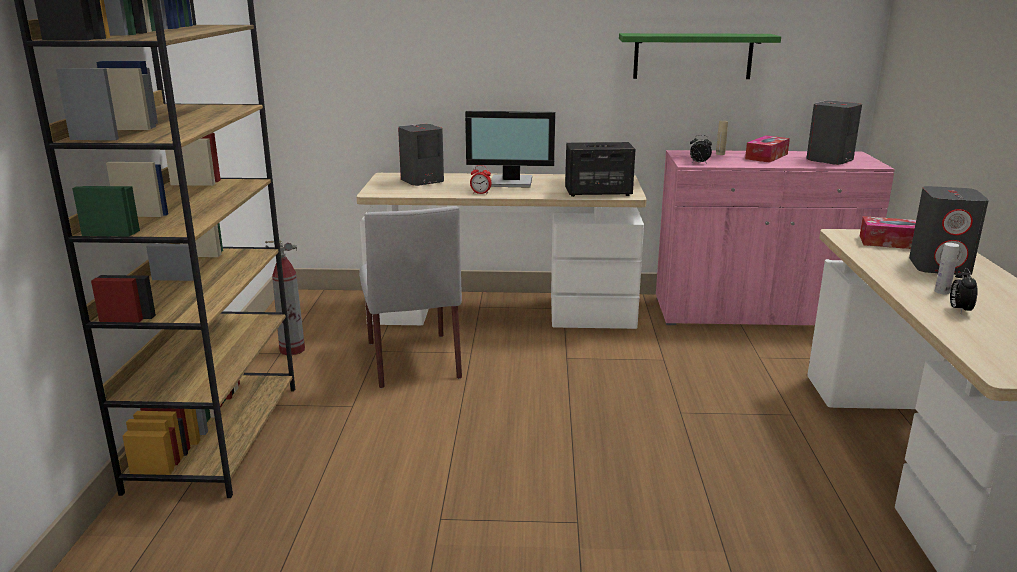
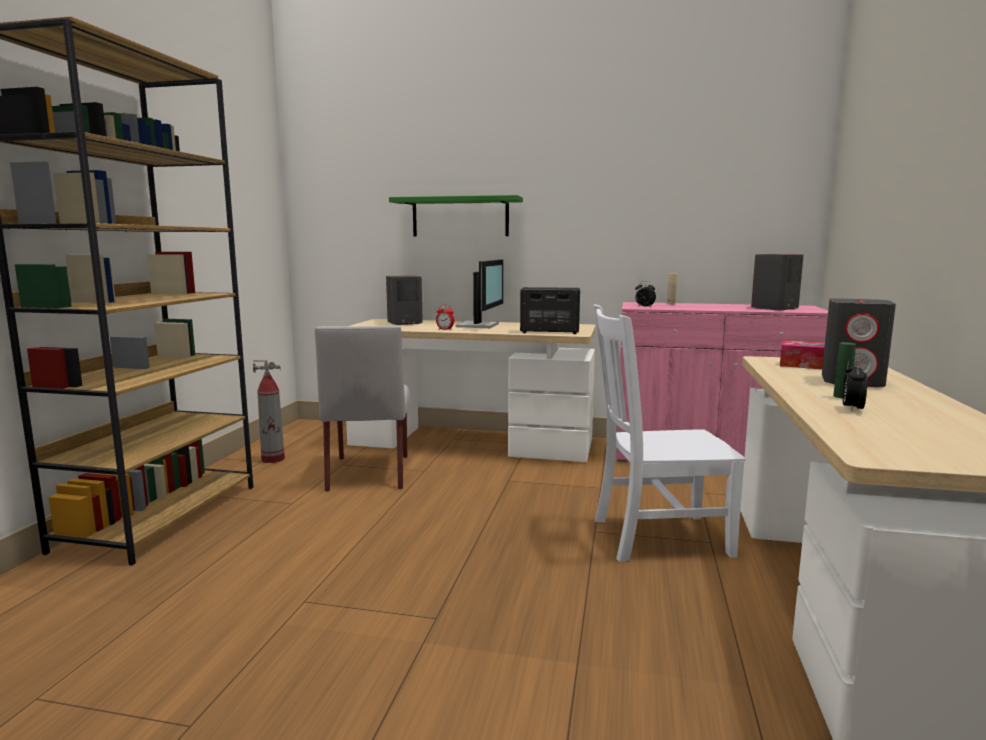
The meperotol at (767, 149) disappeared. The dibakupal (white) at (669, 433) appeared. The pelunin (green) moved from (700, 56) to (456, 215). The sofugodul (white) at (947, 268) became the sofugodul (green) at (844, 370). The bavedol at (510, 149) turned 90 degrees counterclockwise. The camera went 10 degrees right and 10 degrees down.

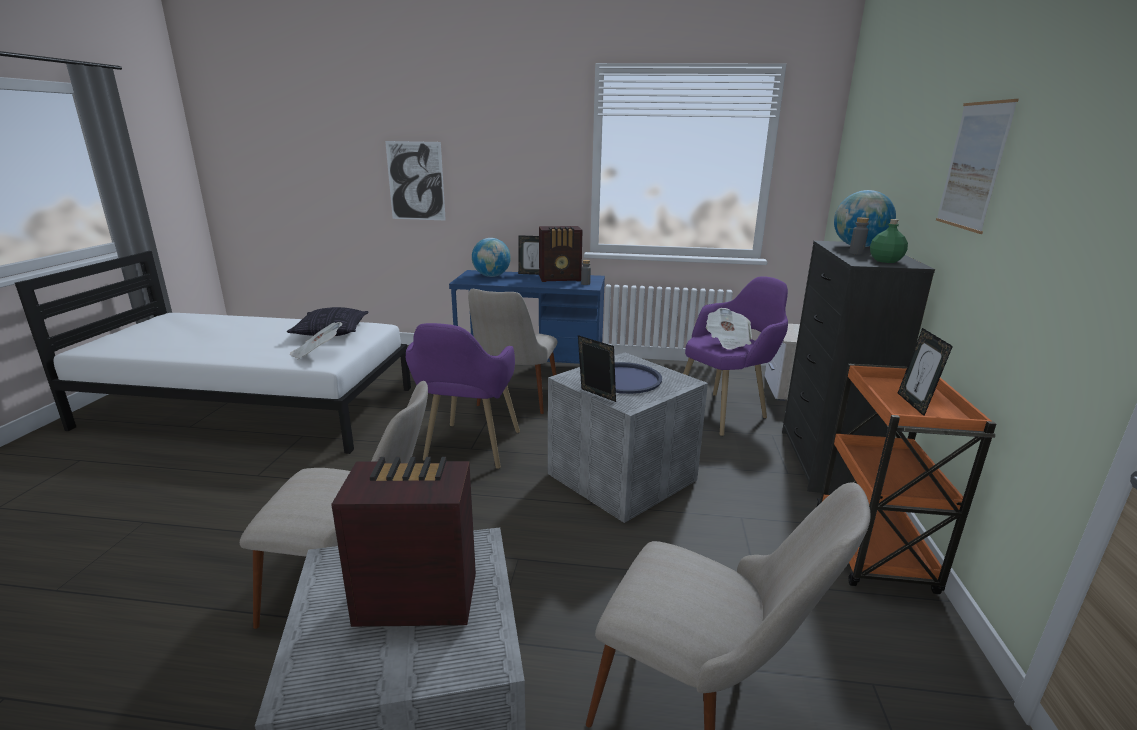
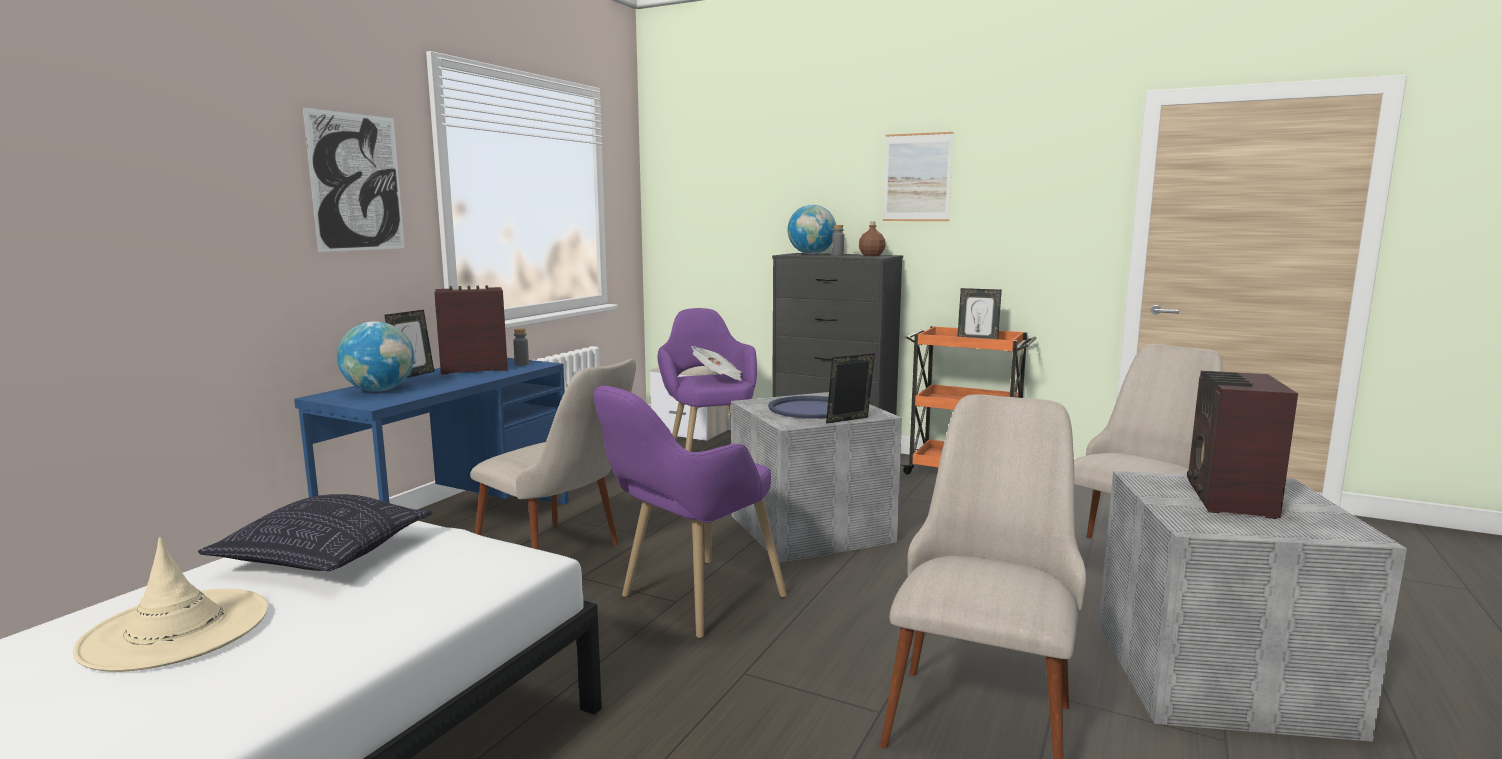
The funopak at (316, 340) disappeared. The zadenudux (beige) at (170, 604) appeared. The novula moved from (415, 181) to (354, 179). The sofugodul (green) at (889, 241) became the sofugodul (brown) at (872, 239). The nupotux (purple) at (463, 396) turned 105 degrees clockwise. The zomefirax at (560, 254) turned 120 degrees counterclockwise. The camera went 70 degrees left and 10 degrees down.

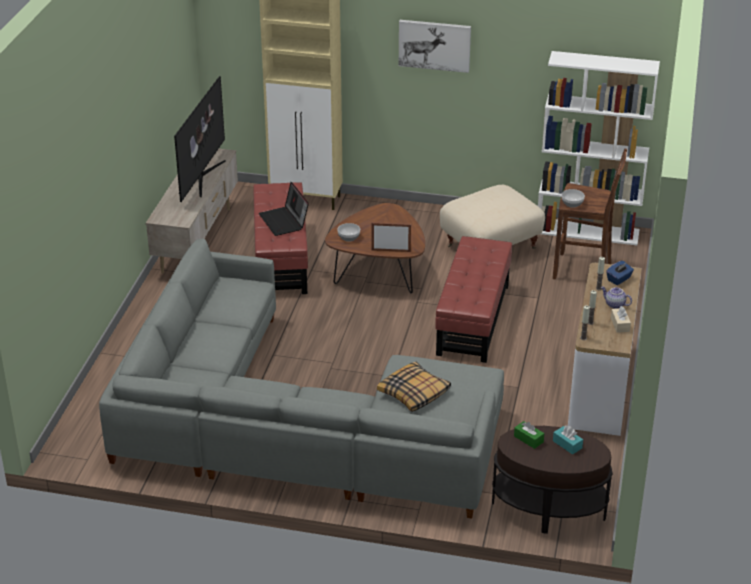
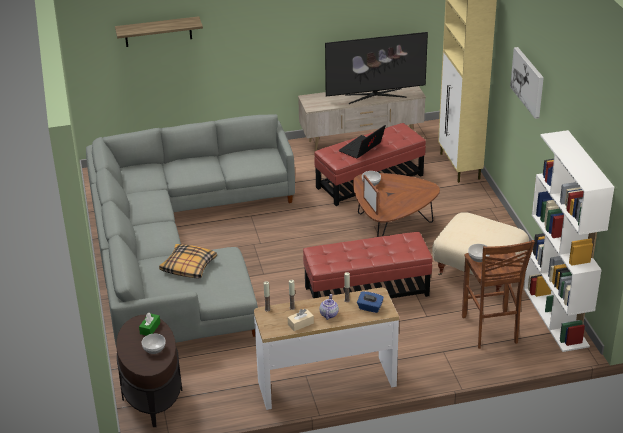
The pelunin at (159, 31) appeared. The meperotol (turquoise) at (568, 440) was replaced by the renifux at (153, 344). The camera went 65 degrees right and 0 degrees up.

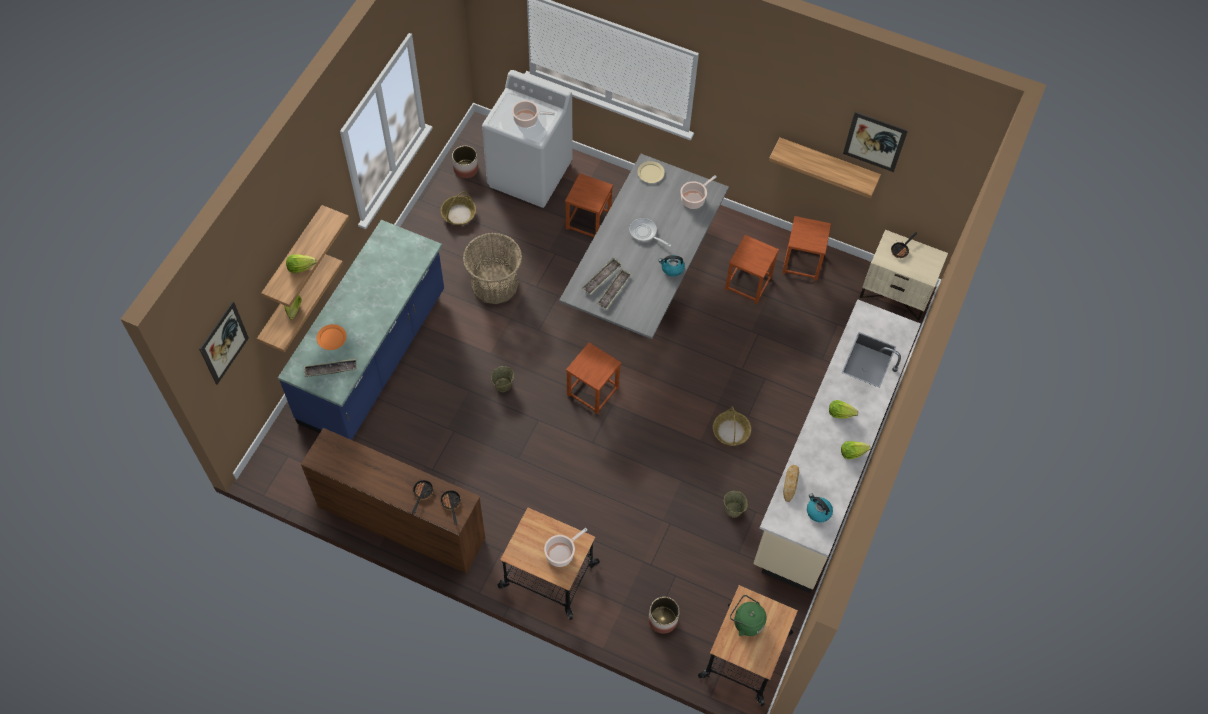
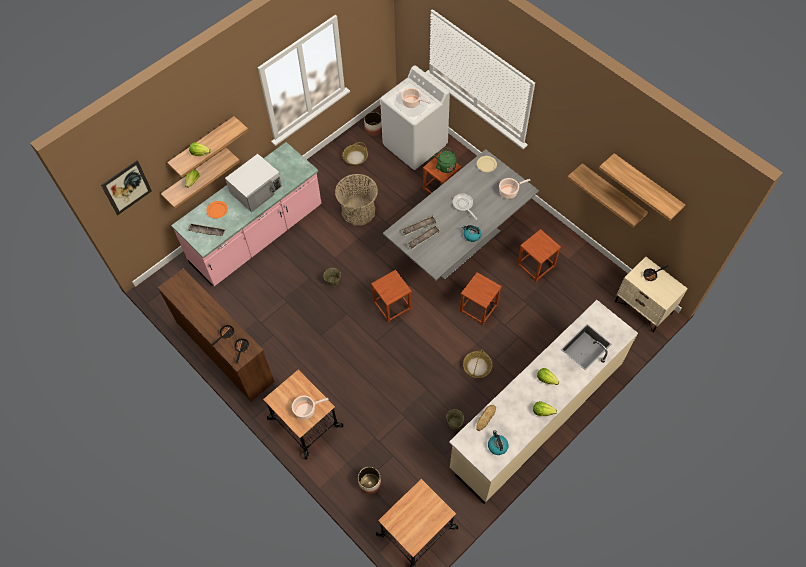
The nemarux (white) at (254, 183) appeared. The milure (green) moved from (748, 615) to (445, 160). The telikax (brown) moved from (806, 248) to (481, 298). The novula at (875, 142) was replaced by the pelunin at (642, 187). The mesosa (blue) at (361, 330) became the mesosa (pink) at (246, 214). The camera went 25 degrees right and 0 degrees up.

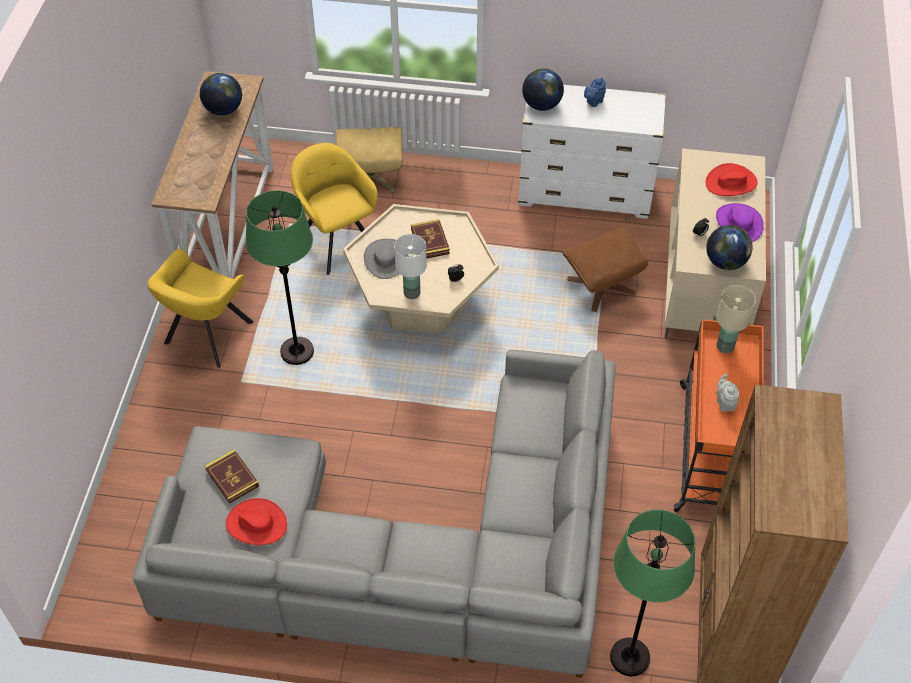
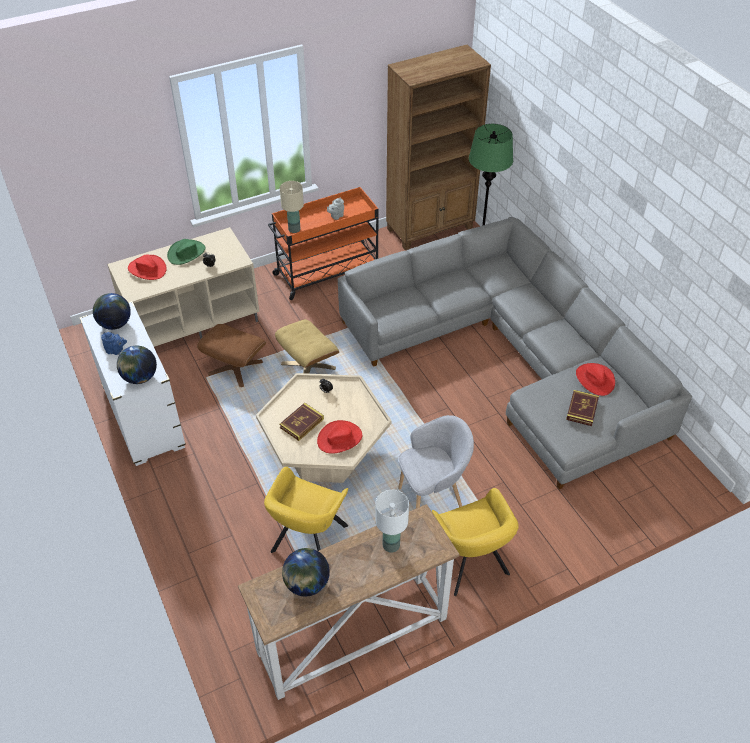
The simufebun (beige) moved from (369, 160) to (307, 346). The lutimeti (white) moved from (410, 266) to (392, 521). The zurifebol moved from (729, 247) to (112, 311). The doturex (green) at (280, 277) was replaced by the nupotux (grey) at (436, 461). The zadenudux (grey) at (386, 259) became the zadenudux (red) at (339, 437). The zadenudux (purple) at (740, 222) became the zadenudux (green) at (186, 252). The nupotux (yellow) at (200, 308) turned 75 degrees clockwise. The camera went 125 degrees left and 5 degrees down.

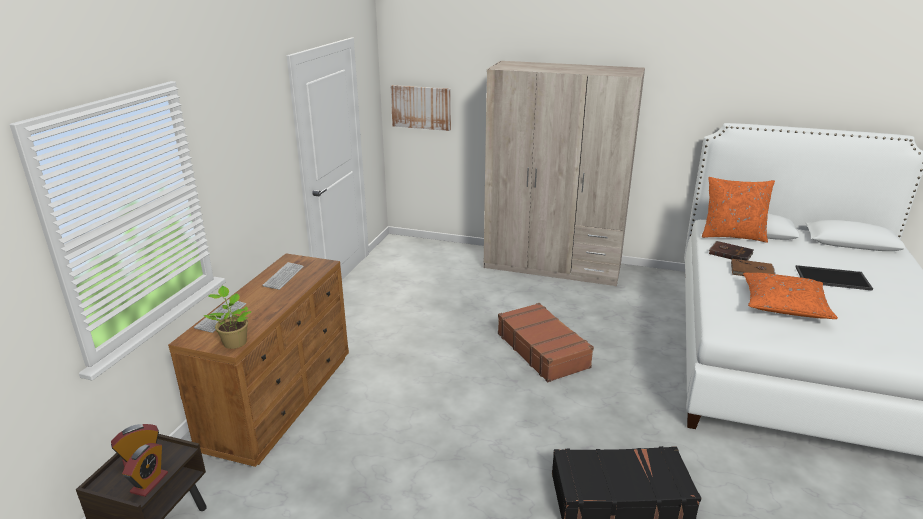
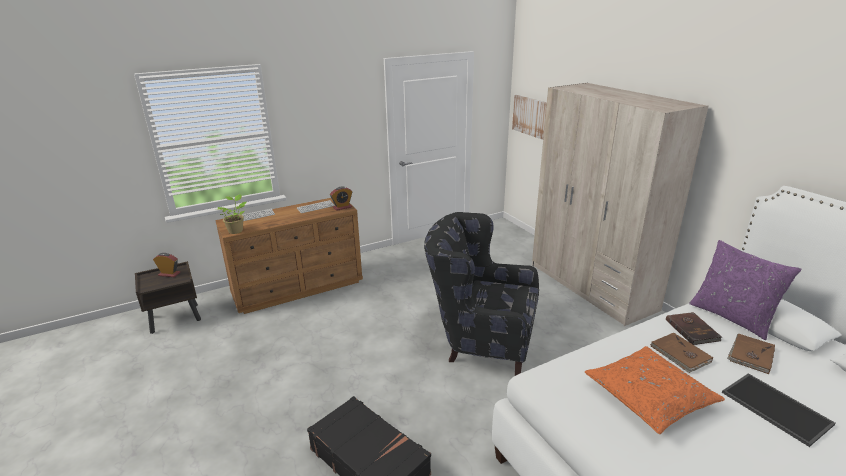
The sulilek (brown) at (751, 353) appeared. The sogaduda moved from (145, 470) to (341, 199). The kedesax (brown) at (546, 342) was replaced by the nupotux (black) at (481, 294). The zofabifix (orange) at (738, 210) became the zofabifix (purple) at (745, 290). The camera went 45 degrees right and 0 degrees up.

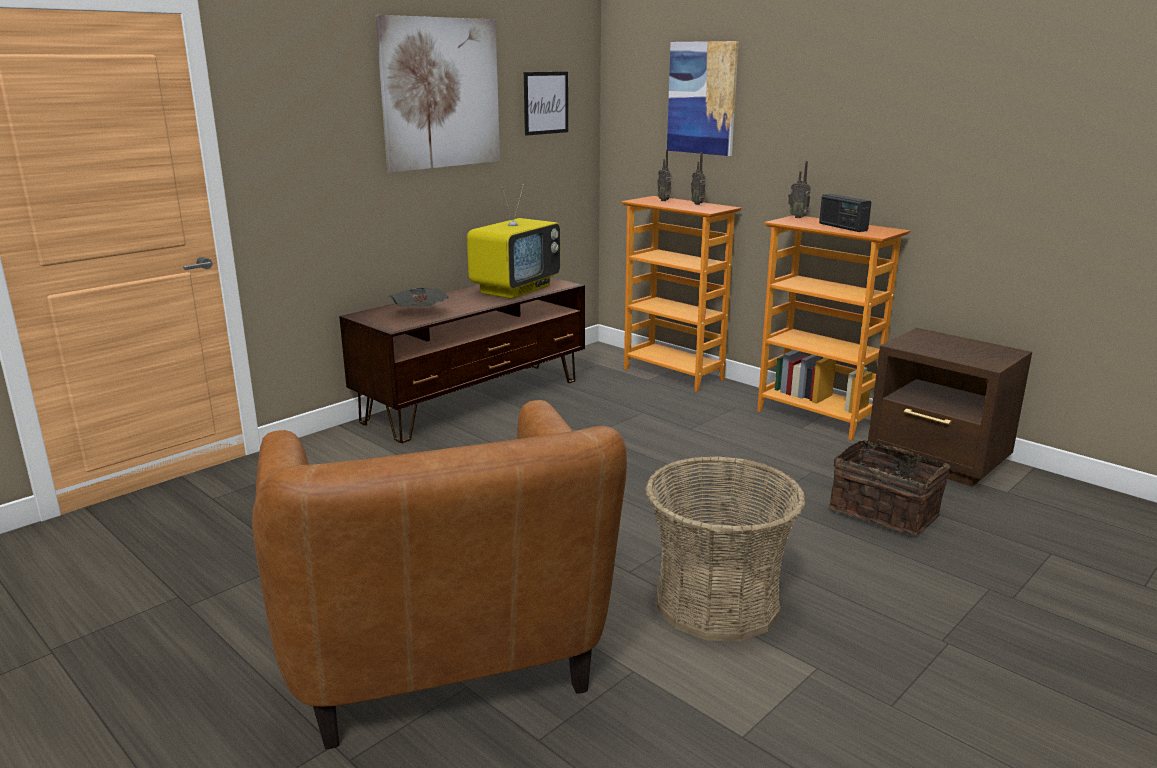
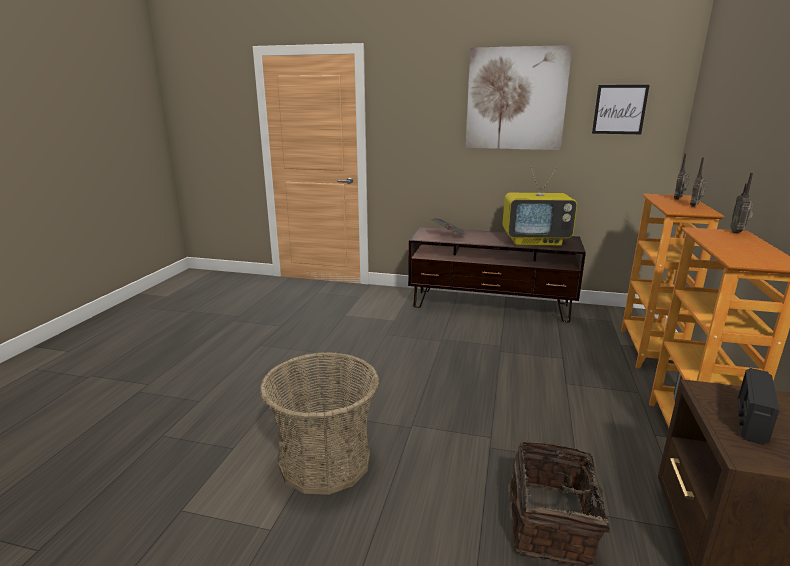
The nupotux (brown) at (439, 574) disappeared. The novula at (703, 98) disappeared. The zomefirax moved from (845, 213) to (759, 406). The camera went 60 degrees right and 0 degrees up.

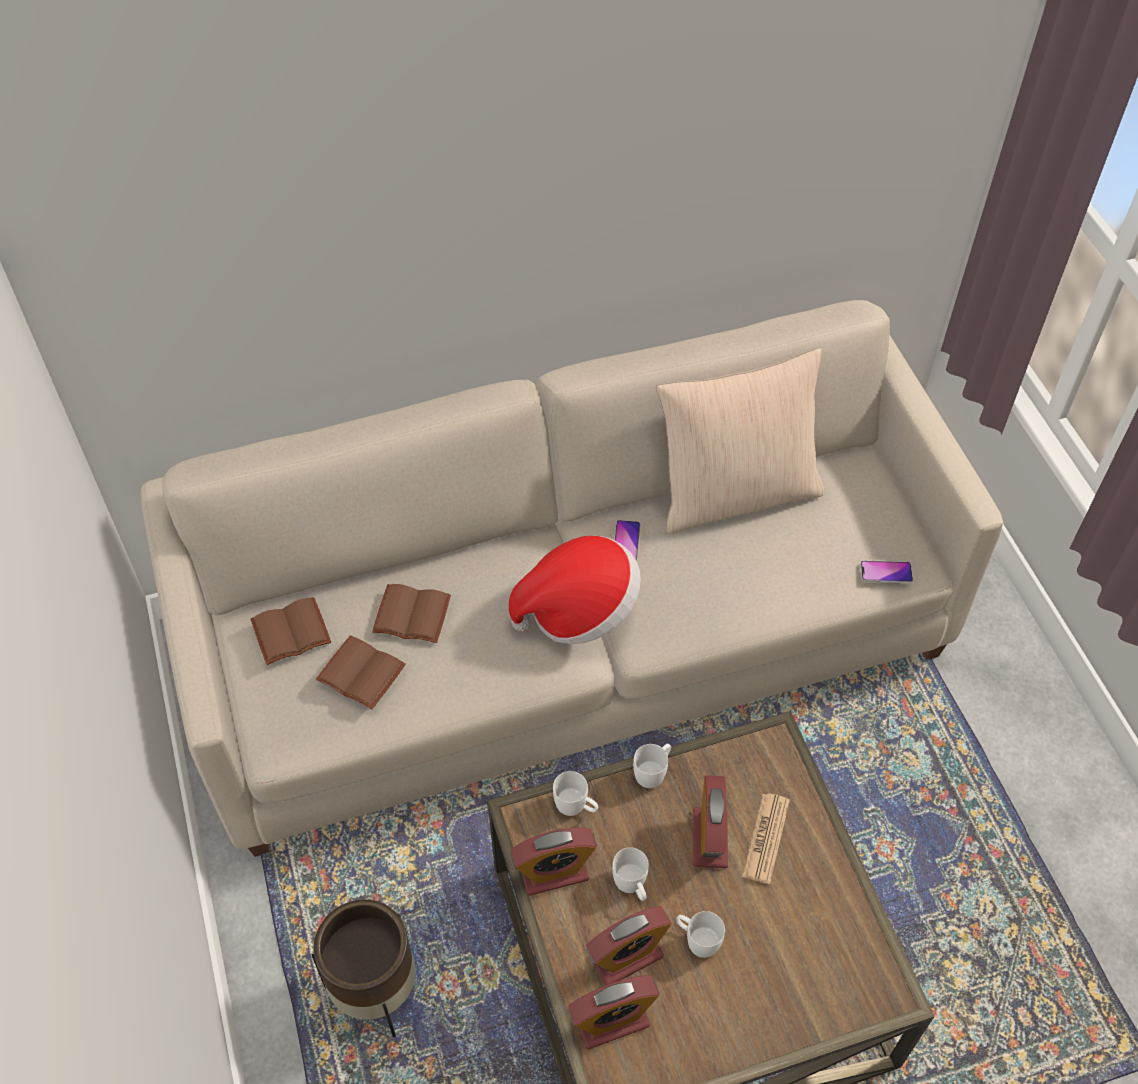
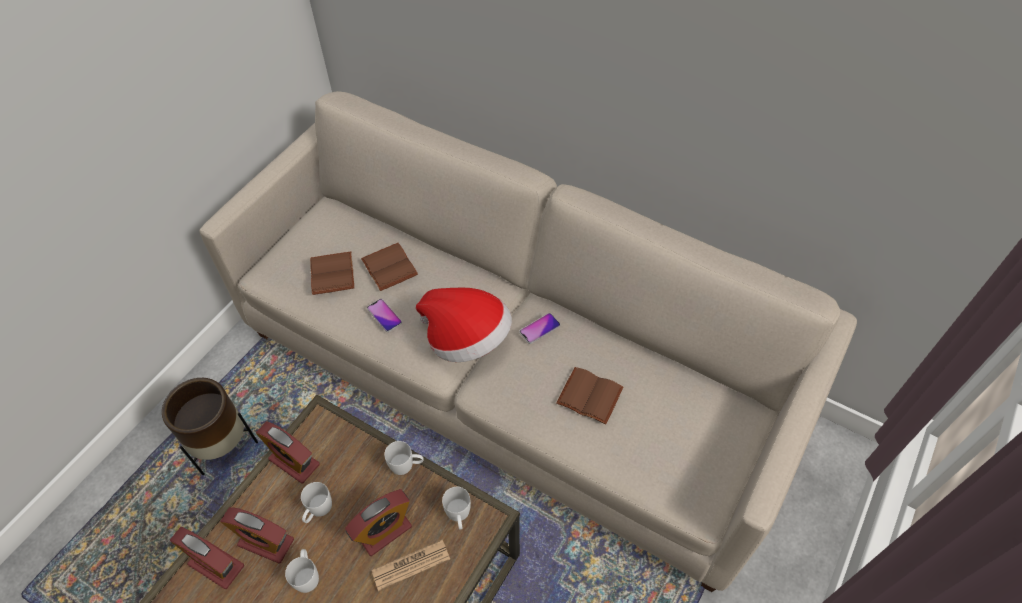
The zofabifix (beige) at (740, 441) disappeared. The sulilek (brown) moved from (291, 631) to (589, 396). The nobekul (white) moved from (575, 793) to (456, 508). The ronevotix moved from (886, 571) to (384, 315). The camera went 50 degrees right and 0 degrees up.

